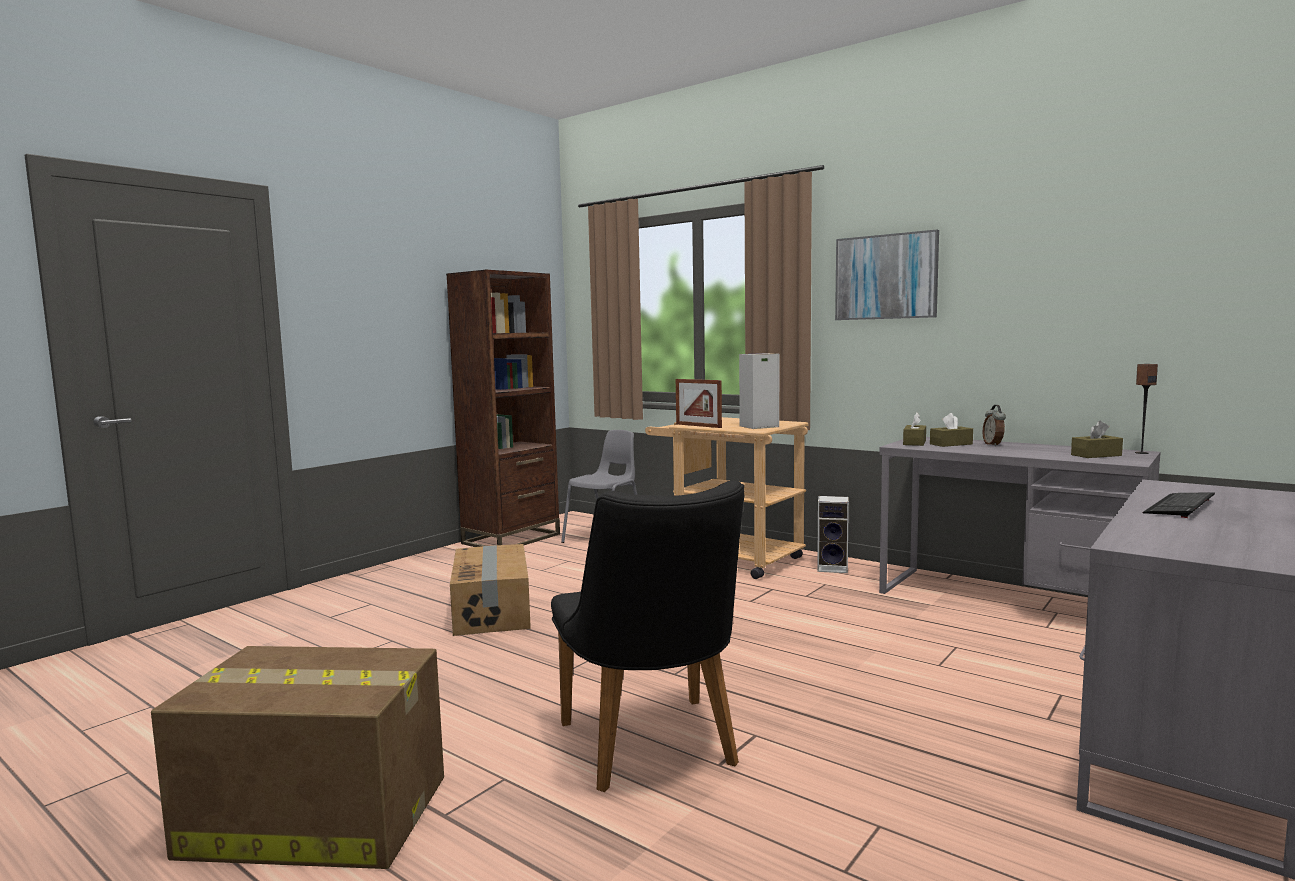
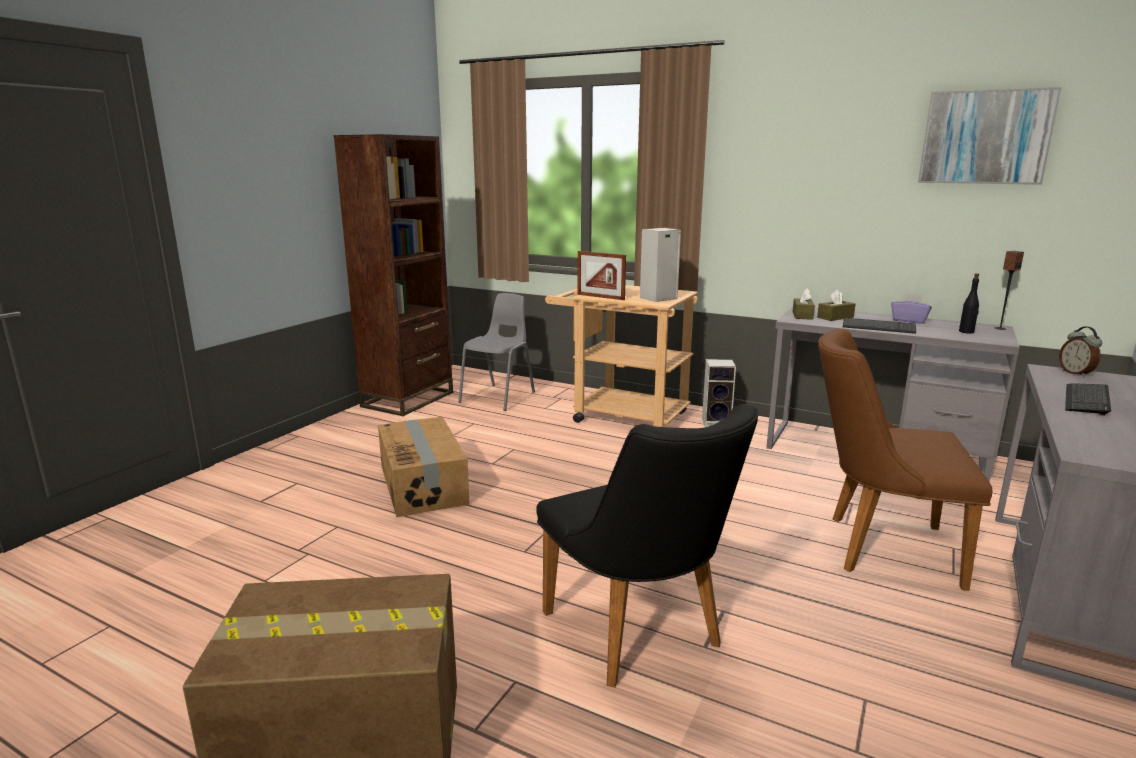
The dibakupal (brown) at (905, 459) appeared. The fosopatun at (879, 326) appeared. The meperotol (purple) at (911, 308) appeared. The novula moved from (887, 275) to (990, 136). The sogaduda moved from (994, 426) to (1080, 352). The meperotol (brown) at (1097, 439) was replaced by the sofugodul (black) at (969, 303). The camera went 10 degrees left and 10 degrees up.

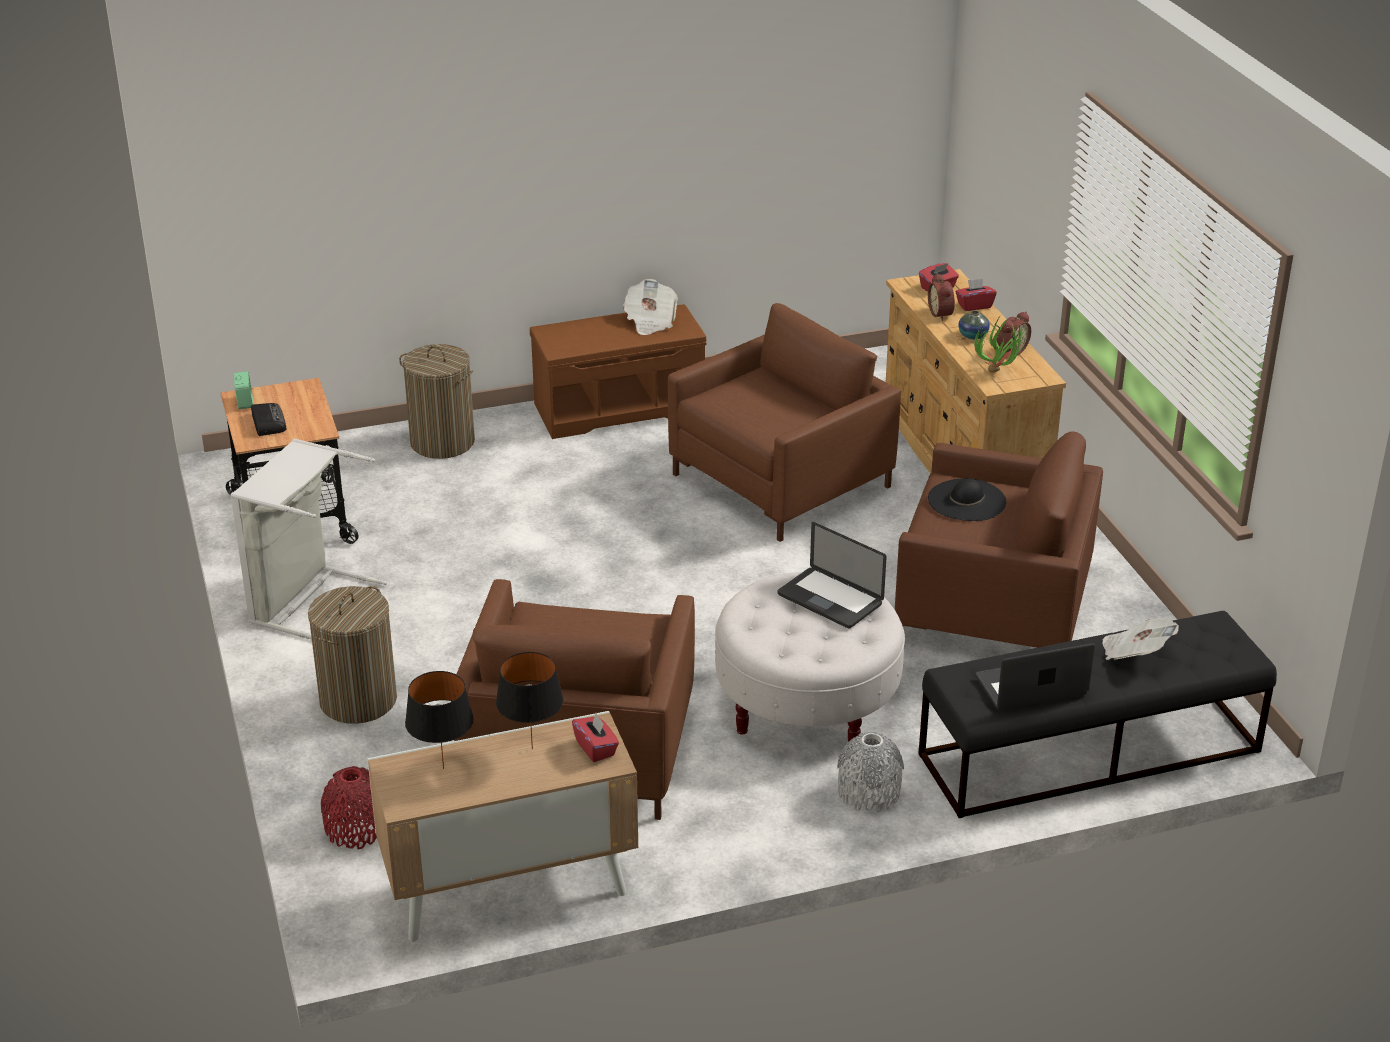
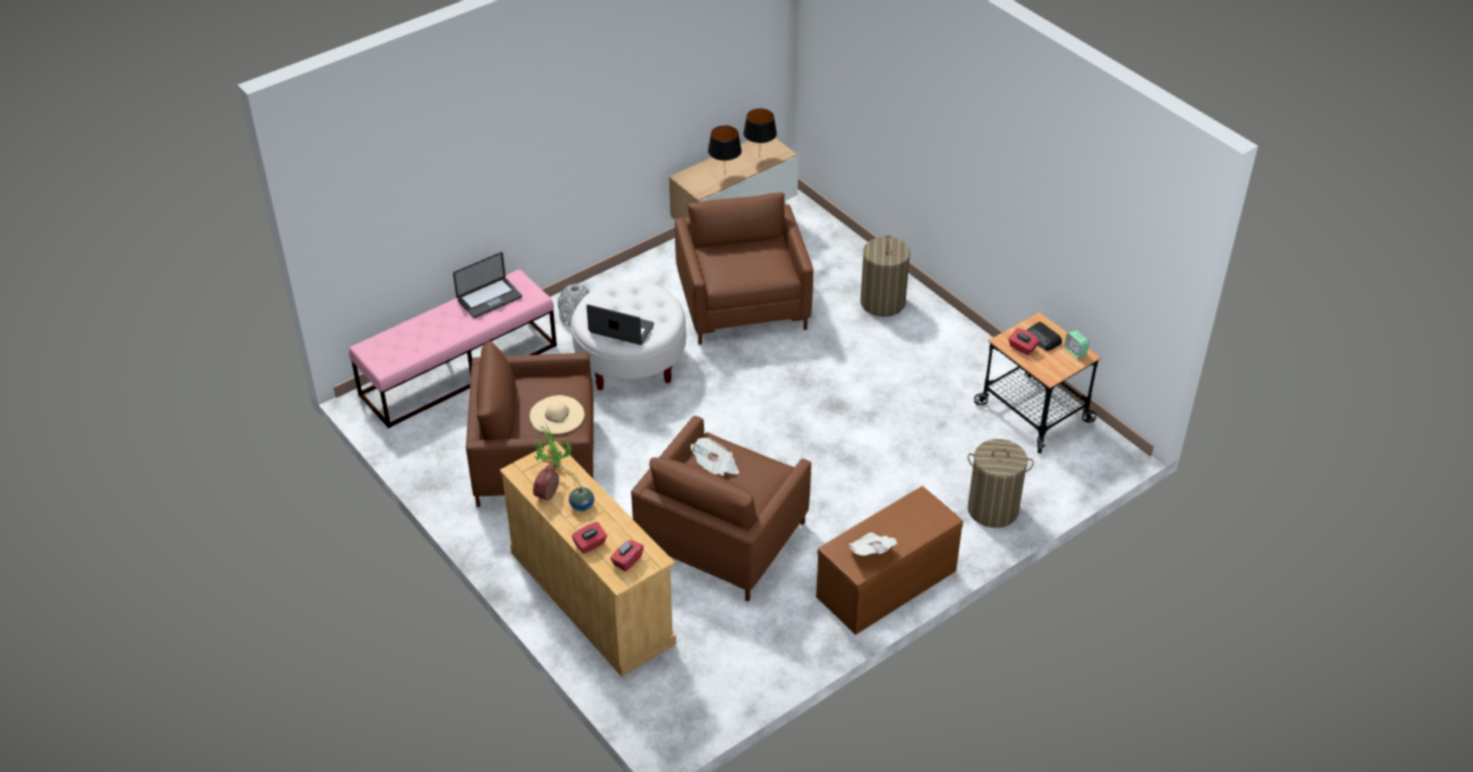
The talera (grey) at (308, 539) disappeared. The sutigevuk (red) at (349, 807) disappeared. The sogaduda at (941, 297) disappeared. The meperotol (red) moved from (595, 737) to (1024, 341). The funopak moved from (1140, 638) to (715, 457). The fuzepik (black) at (1097, 714) became the fuzepik (pink) at (453, 348). The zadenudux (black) at (967, 499) became the zadenudux (beige) at (557, 414). The camera went 160 degrees right and 10 degrees up.

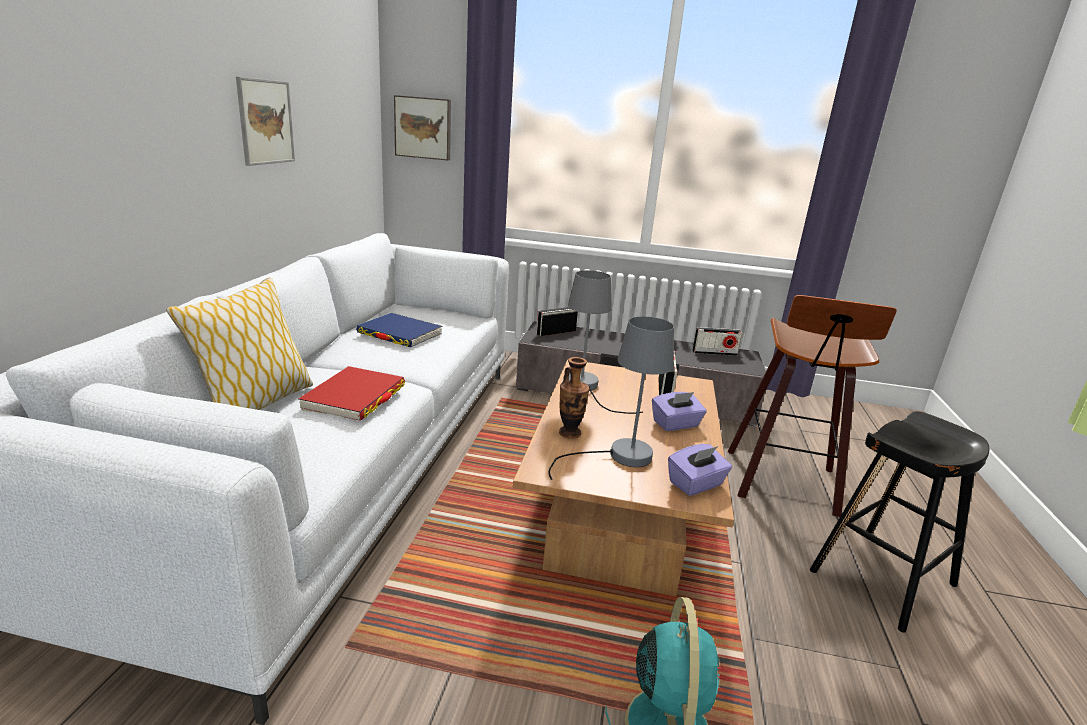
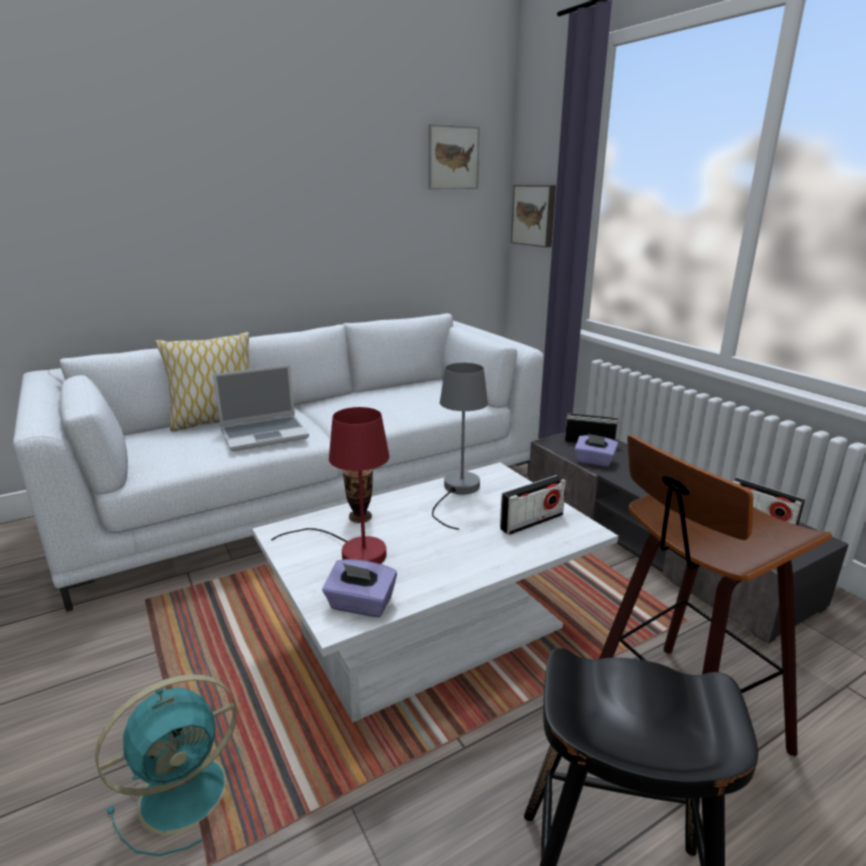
The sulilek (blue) at (399, 330) disappeared. The novula moved from (265, 121) to (454, 156). The meperotol (purple) moved from (679, 411) to (596, 450). The sulilek (red) at (351, 393) was replaced by the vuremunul at (261, 408). The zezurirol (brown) at (623, 477) became the zezurirol (white) at (435, 593). The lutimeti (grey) at (611, 398) became the lutimeti (red) at (330, 485). The camera went 50 degrees right and 0 degrees up.

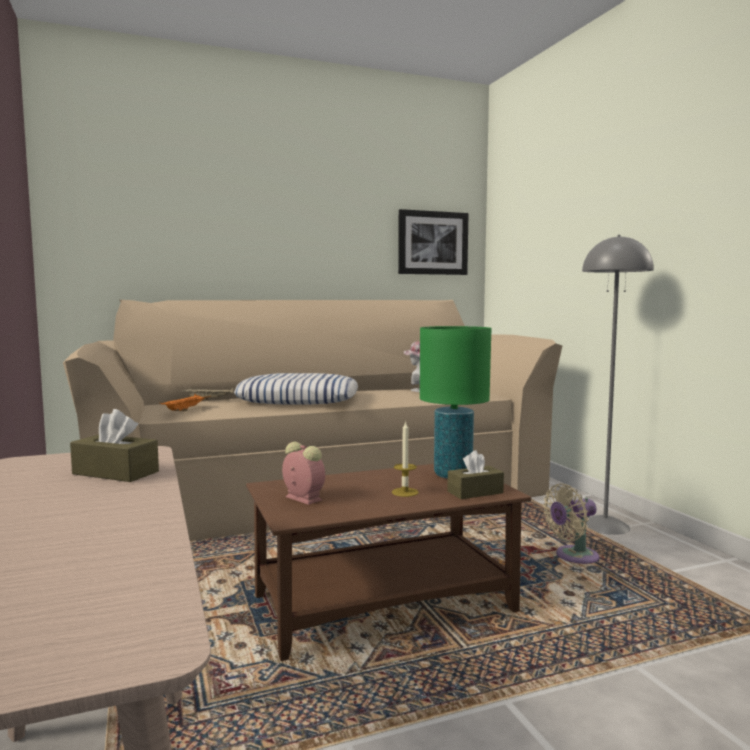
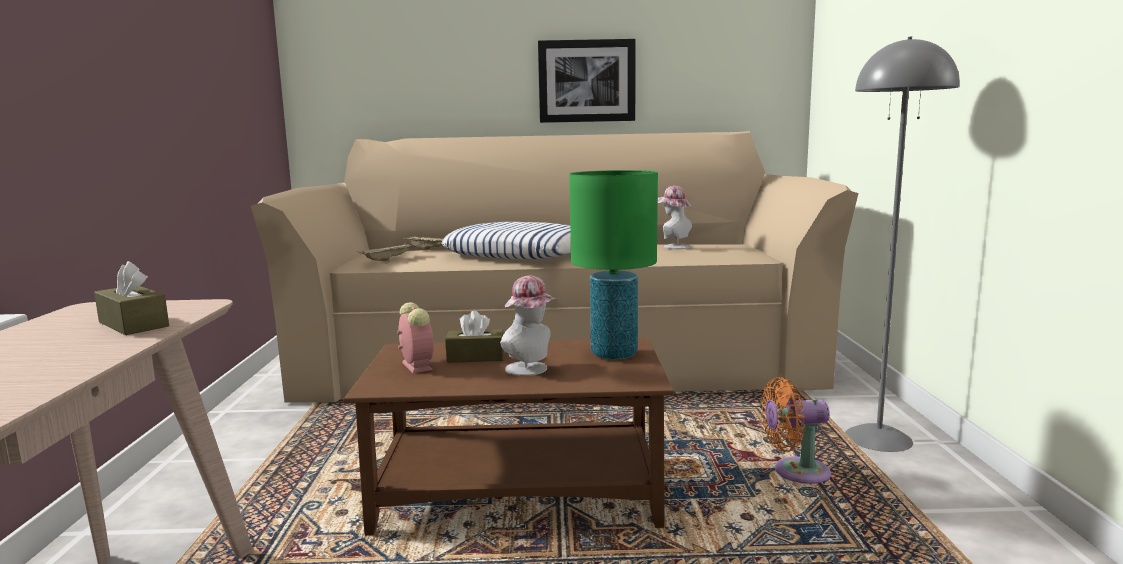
The novula moved from (433, 242) to (587, 81). The meperotol (brown) moved from (475, 474) to (474, 337). The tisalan at (405, 459) was replaced by the zadenudux at (528, 326). The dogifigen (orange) at (185, 402) became the dogifigen (beige) at (388, 251). The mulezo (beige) at (571, 524) became the mulezo (orange) at (796, 430). The camera went 20 degrees right and 5 degrees up.

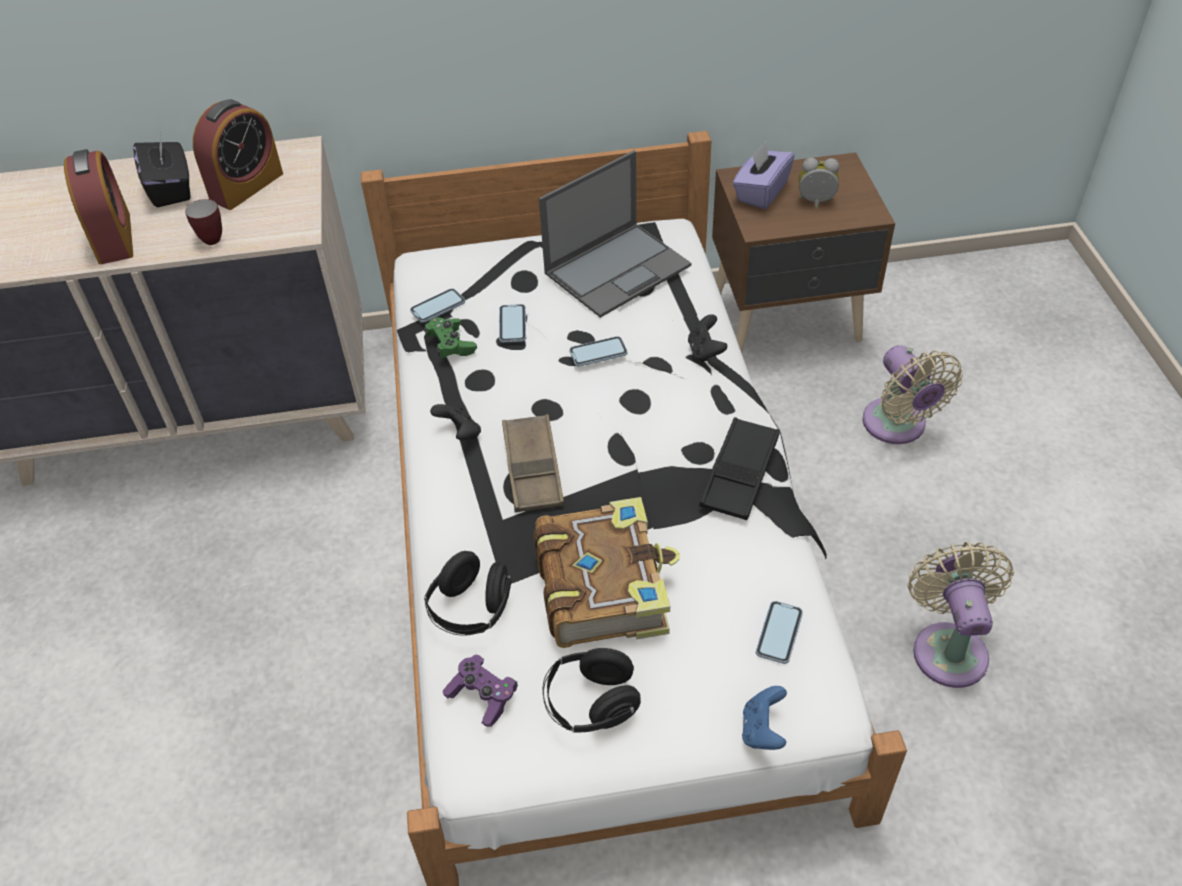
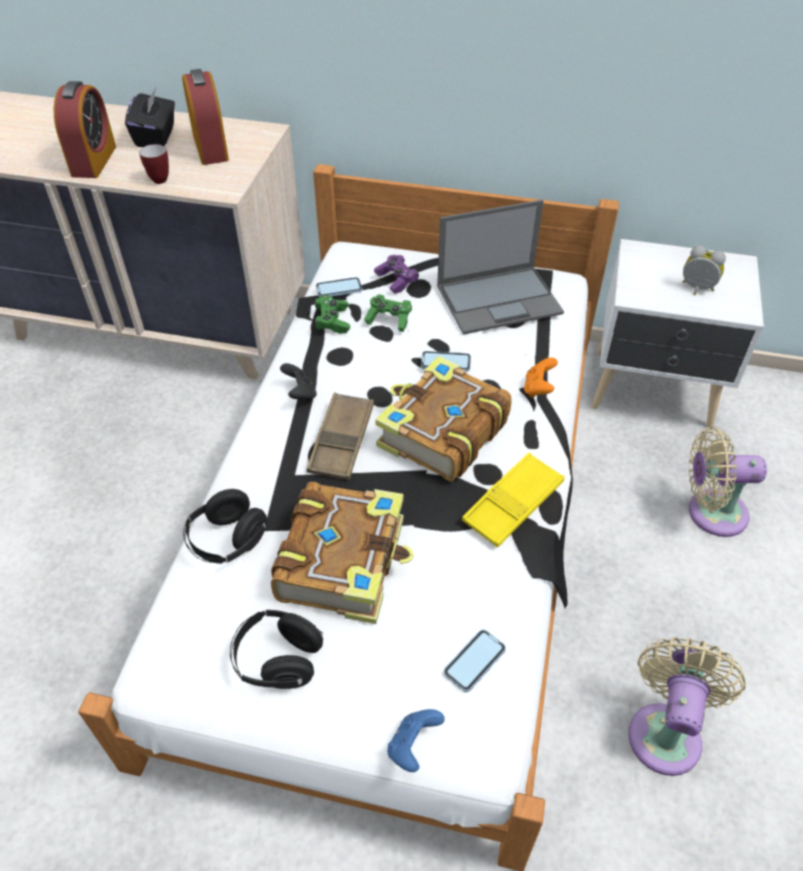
The meperotol (purple) at (763, 175) disappeared. The sulilek at (443, 418) appeared. The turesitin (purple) moved from (480, 691) to (396, 274). The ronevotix at (512, 323) was replaced by the turesitin (green) at (388, 313). The turesitin (black) at (707, 338) became the turesitin (orange) at (541, 377). The dogifigen (black) at (739, 468) became the dogifigen (yellow) at (513, 500). The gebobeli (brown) at (803, 253) became the gebobeli (white) at (677, 333). The sogaduda at (238, 154) turned 75 degrees counterclockwise. The mulezo (beige) at (912, 394) turned 90 degrees clockwise. The camera went 20 degrees right and 0 degrees up.

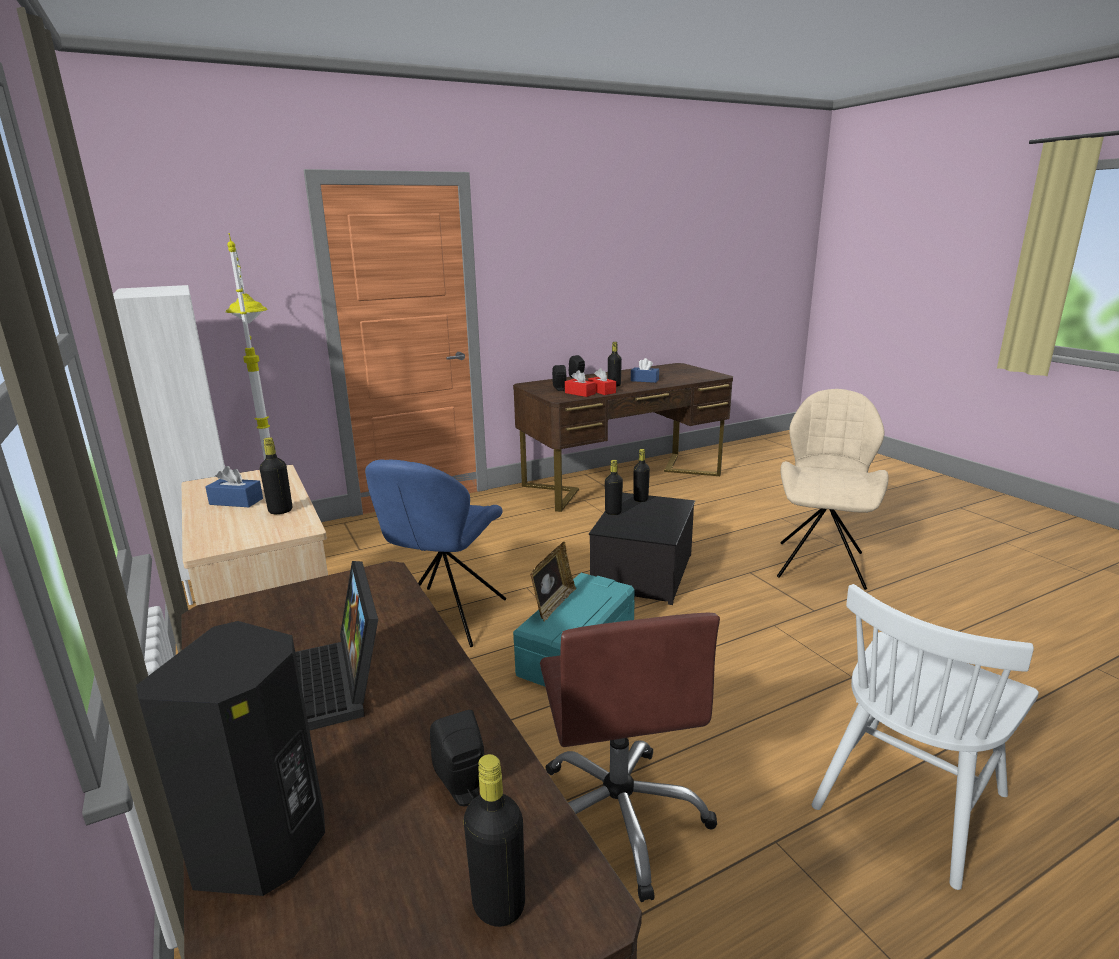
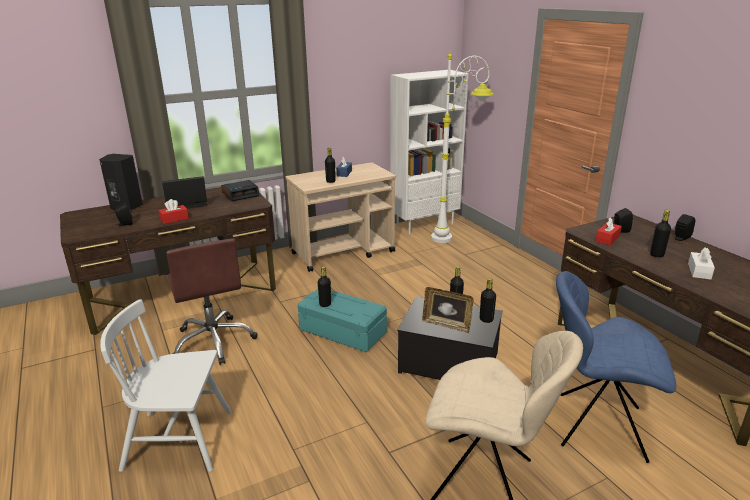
The sogaduda at (240, 190) appeared. The dibakupal (blue) moved from (435, 553) to (616, 367). The sofugodul (black) moved from (494, 840) to (324, 287). The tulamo moved from (553, 581) to (447, 310). The meperotol (red) moved from (602, 381) to (174, 211). The meperotol (blue) at (645, 370) became the meperotol (white) at (701, 263). The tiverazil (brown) at (630, 757) turned 105 degrees counterclockwise. The dibakupal (white) at (925, 737) turned 45 degrees counterclockwise. The camera went 90 degrees right and 5 degrees up.

